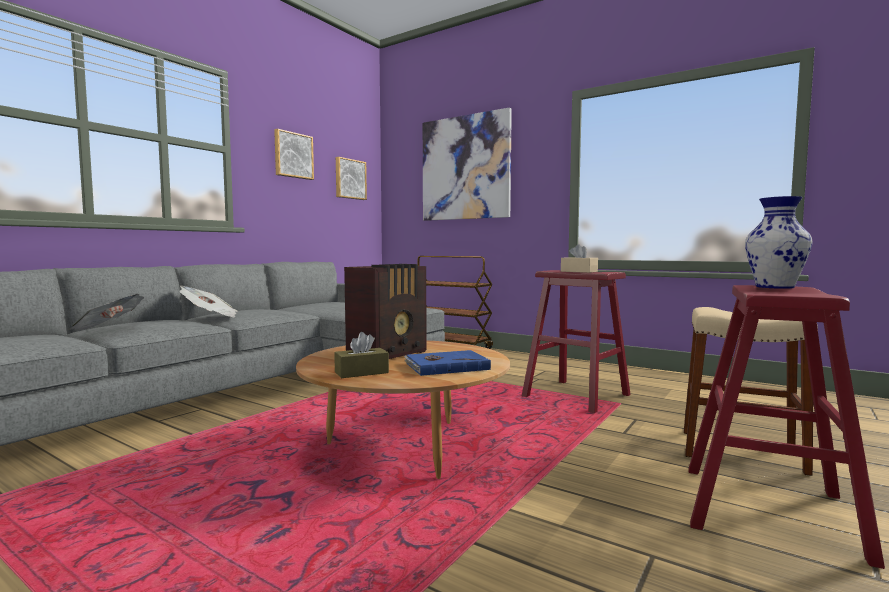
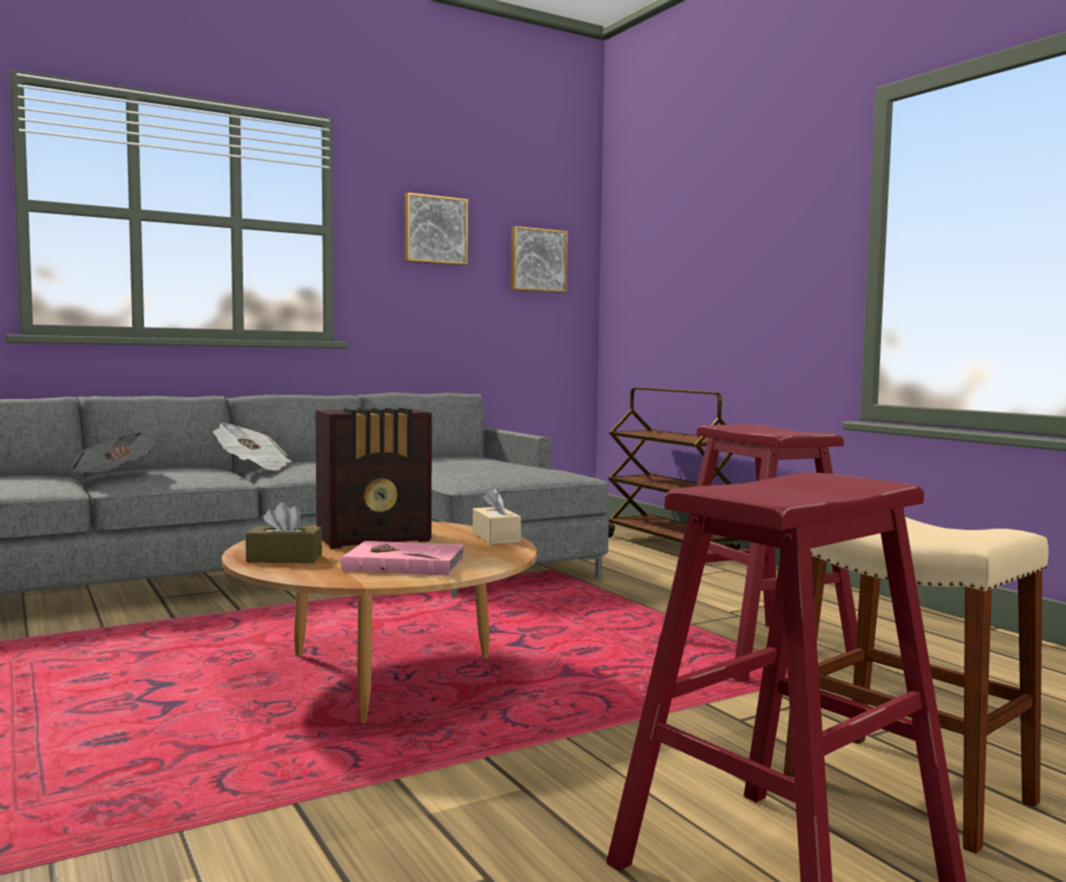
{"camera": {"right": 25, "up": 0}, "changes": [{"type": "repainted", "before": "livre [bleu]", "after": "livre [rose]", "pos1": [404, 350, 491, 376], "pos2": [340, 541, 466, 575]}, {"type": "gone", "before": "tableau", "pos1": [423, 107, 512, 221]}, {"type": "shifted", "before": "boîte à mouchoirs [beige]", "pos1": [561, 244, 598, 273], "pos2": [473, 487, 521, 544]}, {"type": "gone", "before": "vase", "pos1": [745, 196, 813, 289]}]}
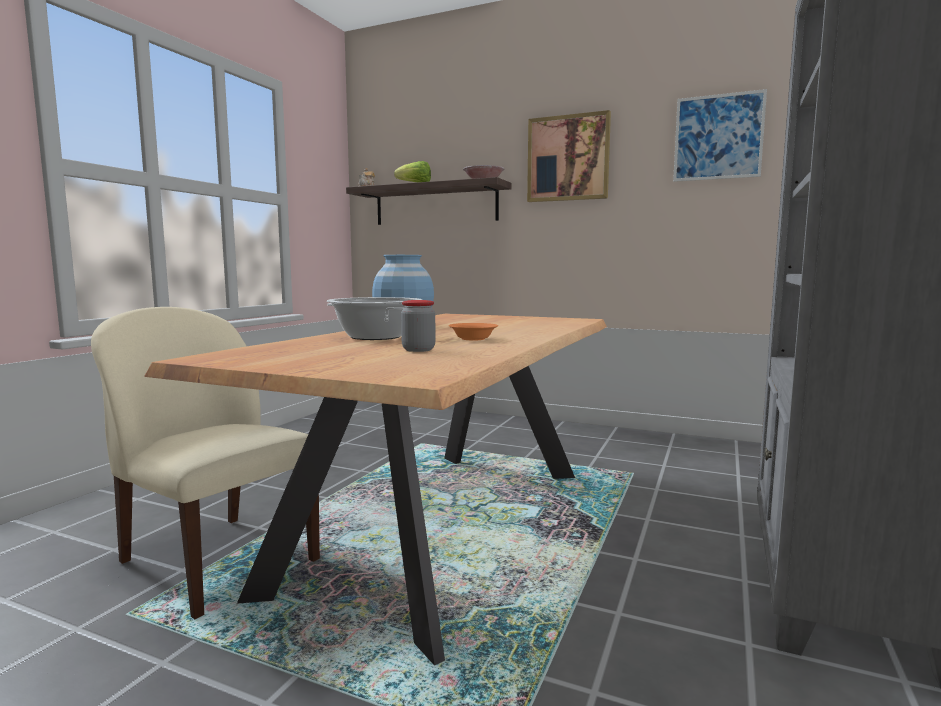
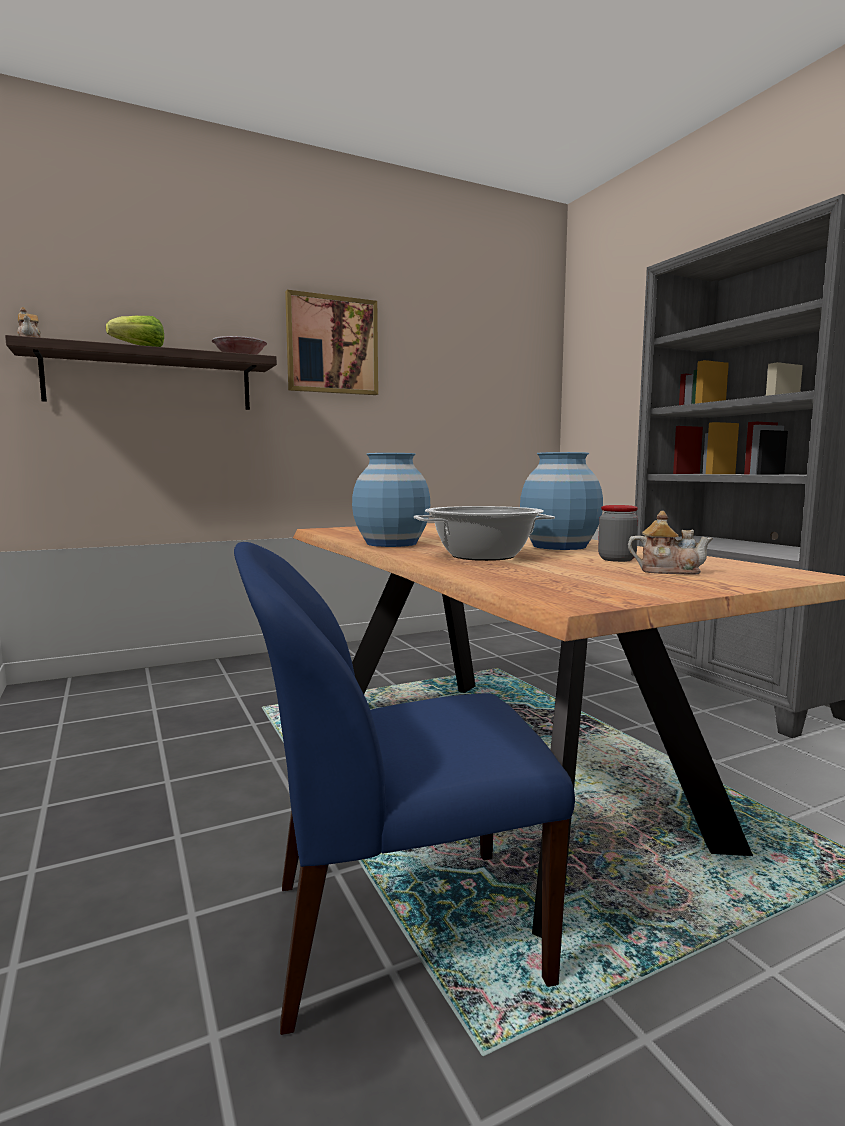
{"camera": {"right": -50, "up": 0}, "changes": [{"type": "repainted", "before": "chaise [beige]", "after": "chaise [bleu]", "pos1": [91, 307, 320, 619], "pos2": [234, 542, 575, 1035]}, {"type": "swapped", "before": "bol [orange]", "after": "vase [bleu]", "pos1": [449, 323, 498, 341], "pos2": [520, 452, 603, 550]}, {"type": "gone", "before": "tableau", "pos1": [673, 89, 767, 182]}, {"type": "new", "after": "théière", "pos2": [628, 511, 713, 575]}]}
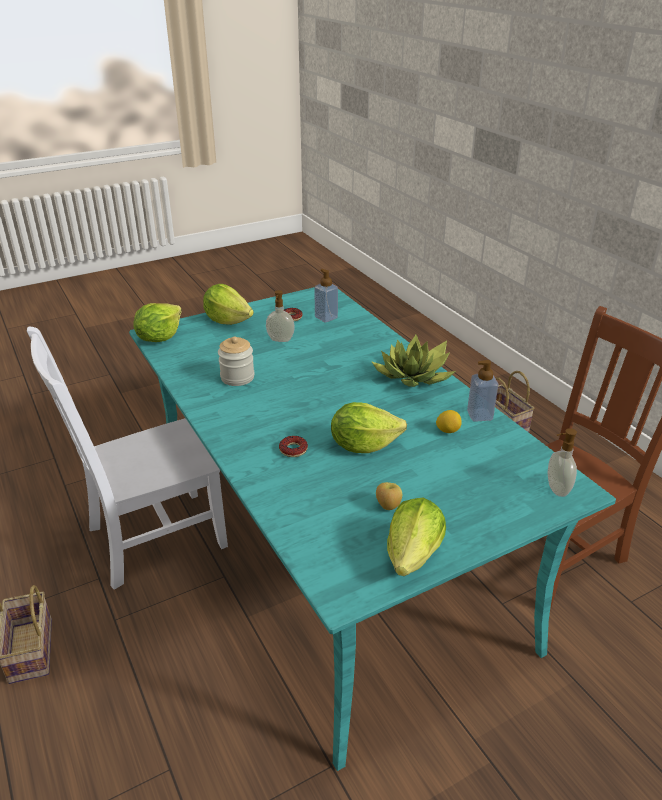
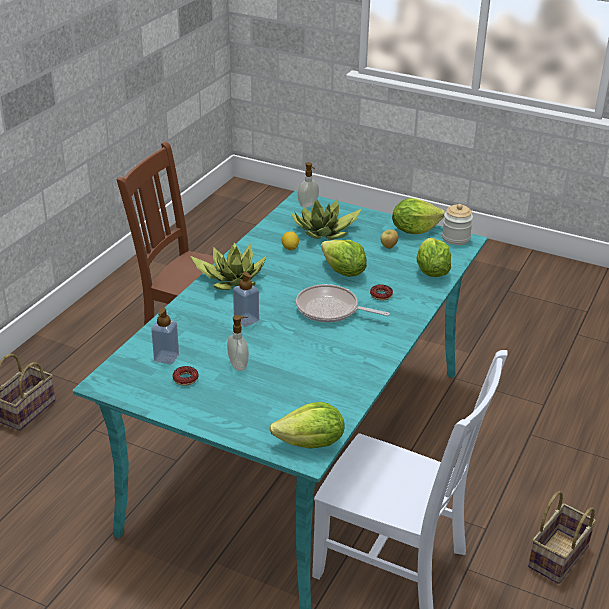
{"camera": {"right": -125, "up": 0}, "changes": [{"type": "shifted", "before": "laitue", "pos1": [203, 284, 254, 325], "pos2": [417, 238, 451, 277]}, {"type": "shifted", "before": "bocal", "pos1": [218, 336, 255, 386], "pos2": [442, 204, 473, 245]}, {"type": "shifted", "before": "distributeur de savon", "pos1": [467, 360, 499, 422], "pos2": [233, 272, 259, 327]}, {"type": "new", "after": "plante en pot", "pos2": [290, 199, 362, 240]}, {"type": "new", "after": "poêle", "pos2": [296, 284, 390, 323]}]}
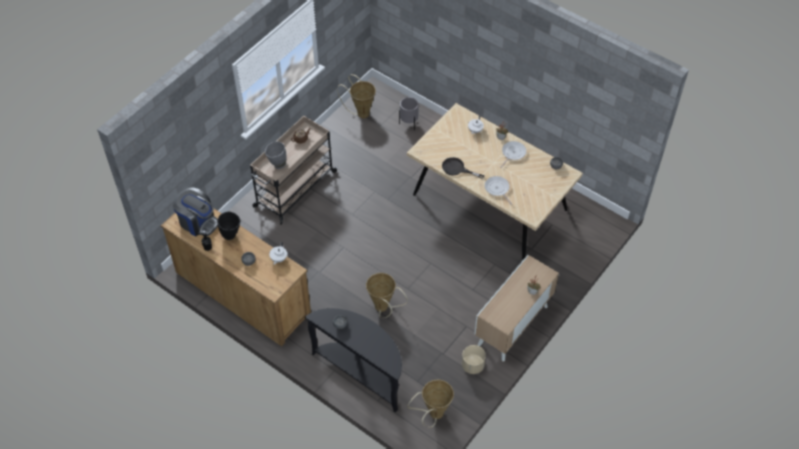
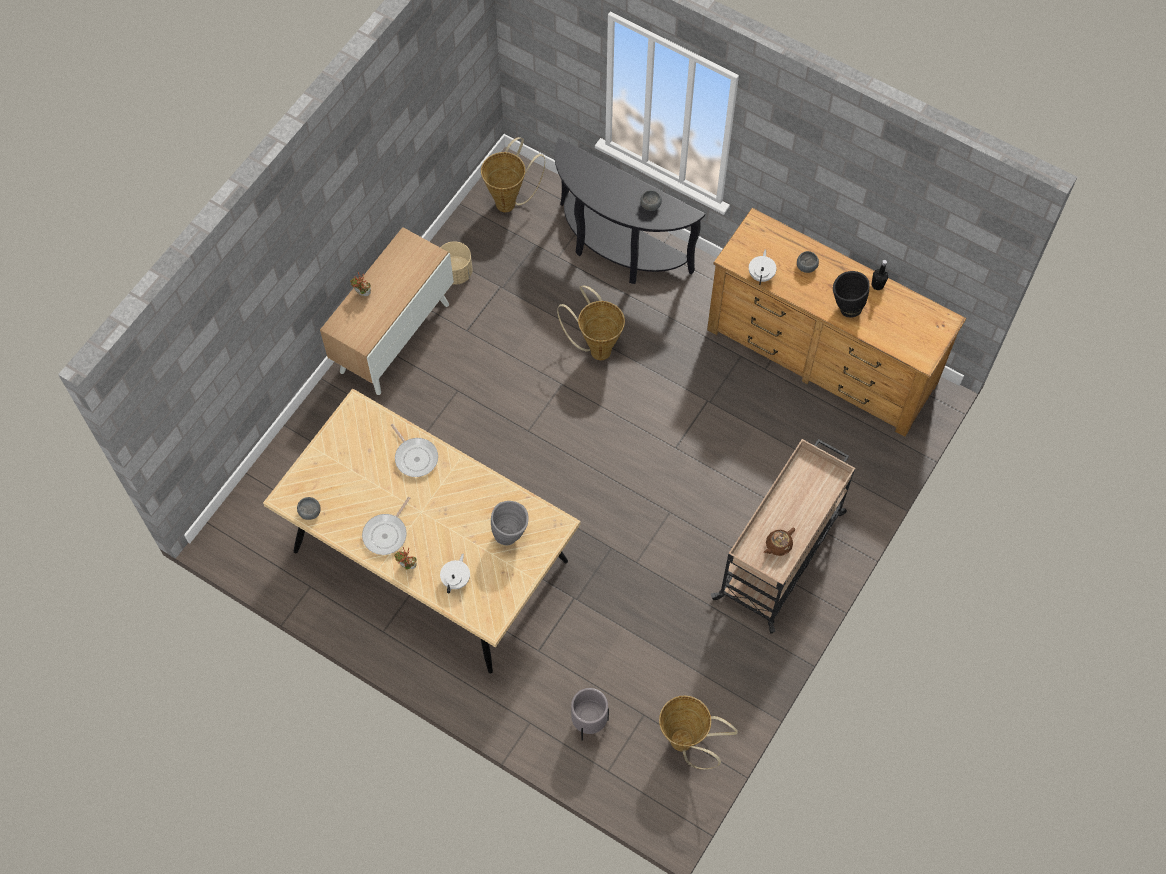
{"camera": {"right": 175, "up": 10}, "changes": [{"type": "gone", "before": "machine à café", "pos1": [173, 187, 218, 236]}, {"type": "shifted", "before": "vase [gris]", "pos1": [265, 141, 287, 169], "pos2": [491, 501, 529, 545]}, {"type": "gone", "before": "poêle [noir]", "pos1": [442, 157, 484, 179]}]}
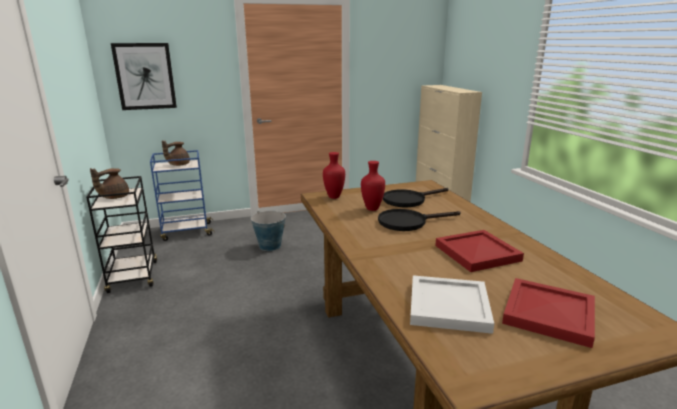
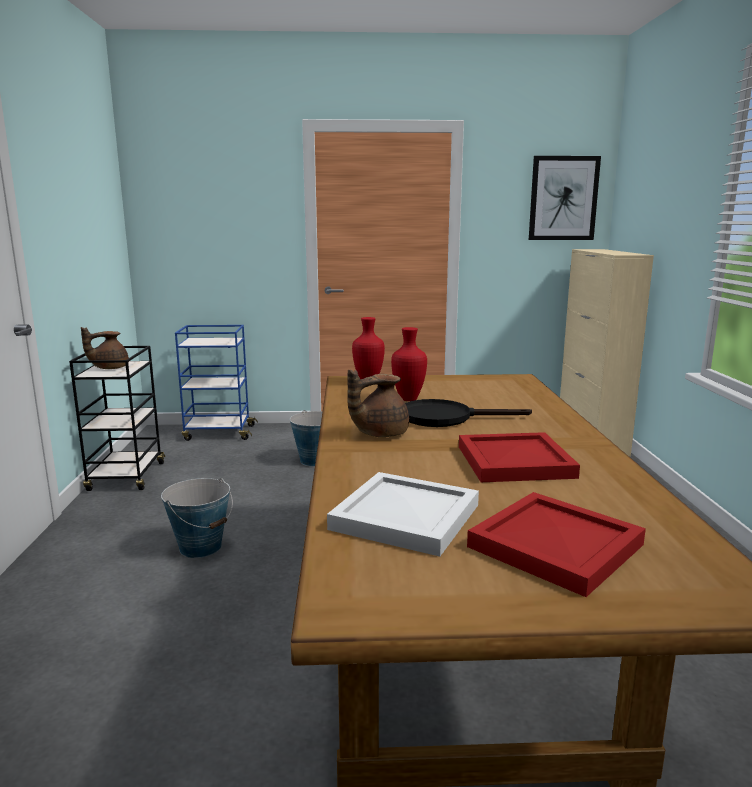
{"camera": {"right": 15, "up": -5}, "changes": [{"type": "shifted", "before": "tableau", "pos1": [111, 43, 177, 110], "pos2": [529, 156, 601, 240]}, {"type": "shifted", "before": "théière [marron]", "pos1": [162, 140, 190, 166], "pos2": [347, 370, 409, 437]}, {"type": "gone", "before": "poêle [noir]", "pos1": [383, 188, 448, 207]}, {"type": "new", "after": "seau", "pos2": [161, 478, 233, 558]}]}
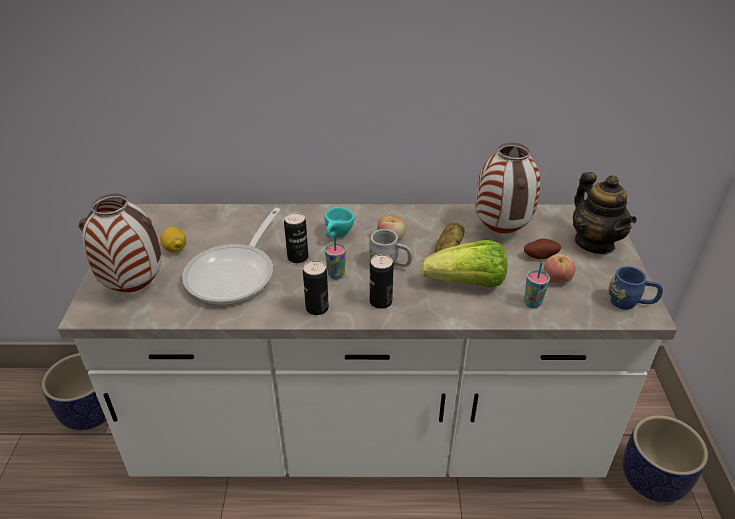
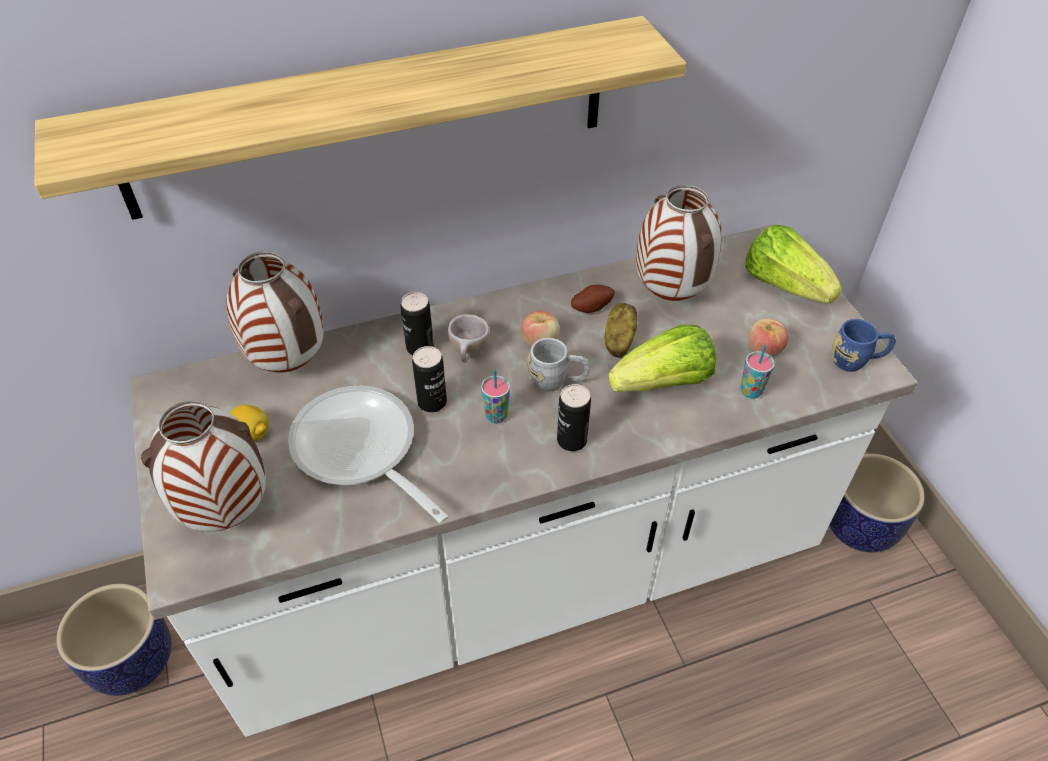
{"camera": {"right": -20, "up": 10}, "changes": [{"type": "rotated", "before": "poêle", "pos1": [182, 208, 281, 305], "pos2": [288, 386, 448, 523], "turn": 135}, {"type": "shifted", "before": "boîte métallique", "pos1": [303, 260, 329, 315], "pos2": [401, 292, 434, 355]}, {"type": "repainted", "before": "tasse [turquoise]", "after": "tasse [beige]", "pos1": [324, 207, 354, 238], "pos2": [448, 314, 489, 363]}, {"type": "shifted", "before": "pomme de terre", "pos1": [524, 239, 561, 259], "pos2": [571, 285, 615, 313]}, {"type": "swapped", "before": "théière", "after": "laitue", "pos1": [573, 172, 637, 254], "pos2": [745, 225, 842, 304]}, {"type": "new", "after": "étagère", "pos2": [34, 16, 686, 220]}, {"type": "new", "after": "vase", "pos2": [226, 251, 324, 372]}]}
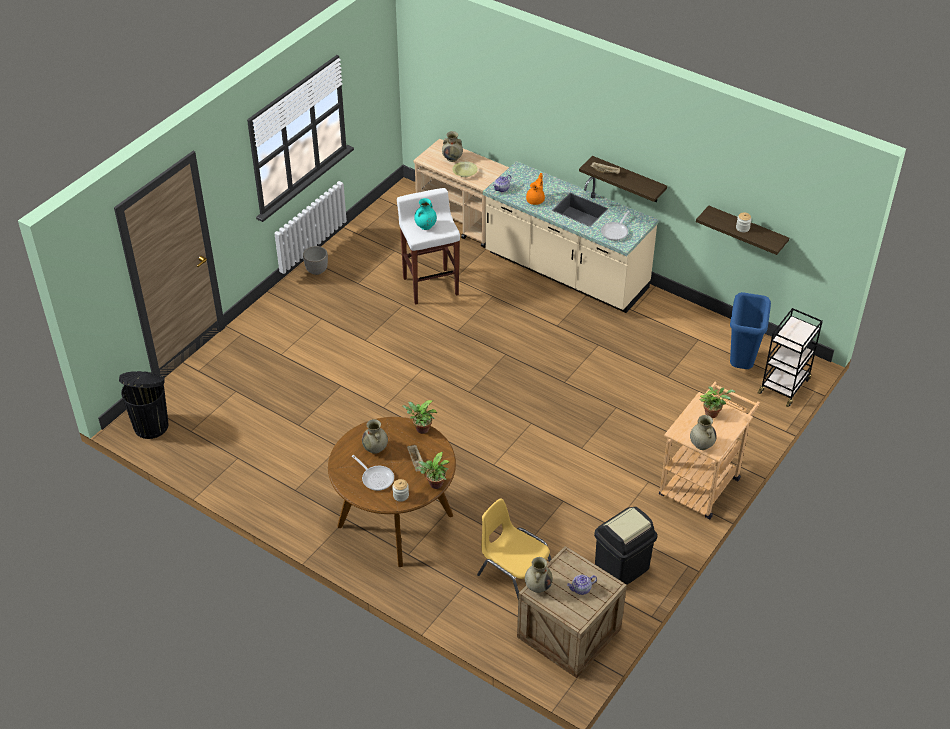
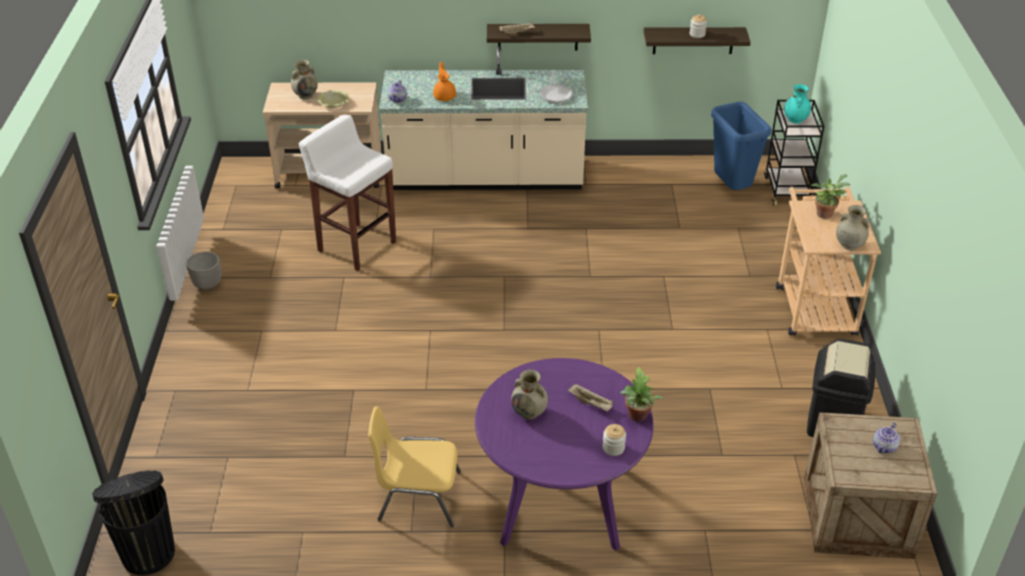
{"camera": {"right": -35, "up": -5}, "changes": [{"type": "repainted", "before": "table à manger [marron]", "after": "table à manger [violet]", "pos1": [328, 417, 456, 567], "pos2": [475, 358, 654, 551]}, {"type": "gone", "before": "poêle", "pos1": [352, 455, 394, 491]}, {"type": "gone", "before": "plante en pot", "pos1": [402, 400, 437, 434]}, {"type": "shifted", "before": "vase [turquoise]", "pos1": [414, 198, 437, 230], "pos2": [784, 84, 811, 124]}, {"type": "shifted", "before": "chaise [jaune]", "pos1": [477, 498, 551, 598], "pos2": [368, 406, 461, 527]}, {"type": "gone", "before": "vase [beige]", "pos1": [525, 557, 553, 593]}]}
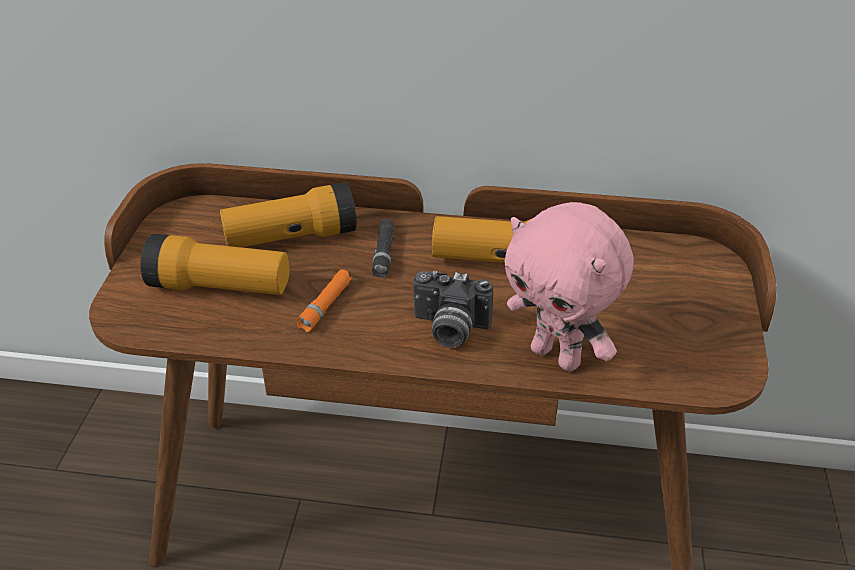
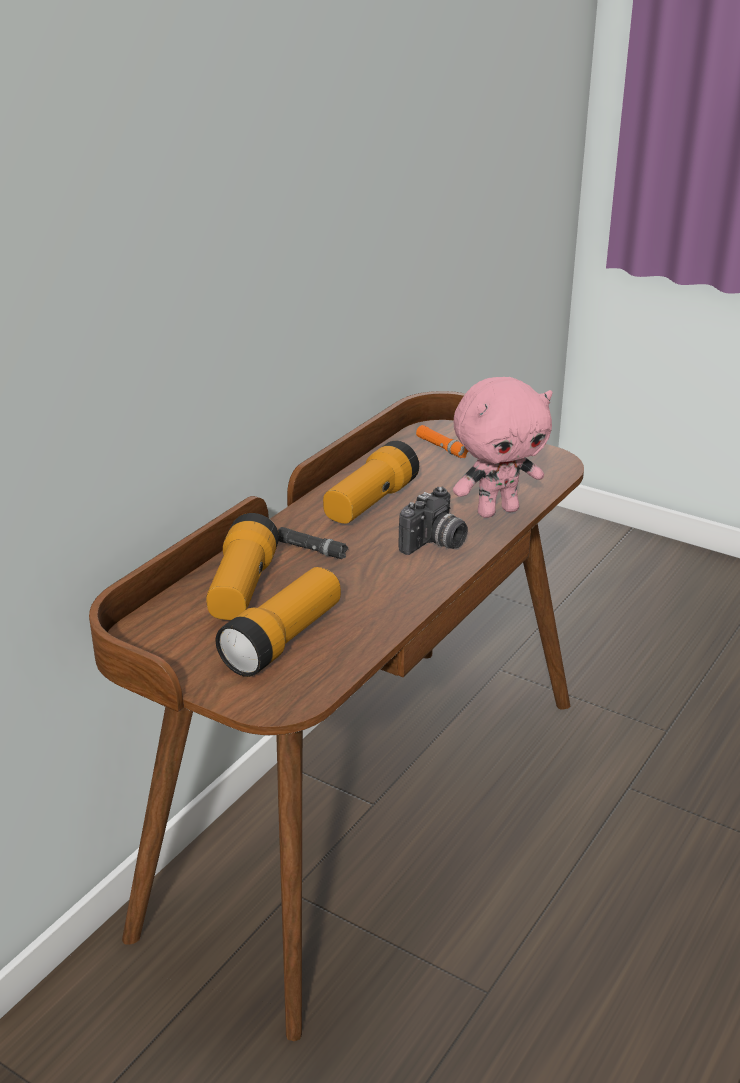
{"camera": {"right": -65, "up": -10}, "changes": [{"type": "shifted", "before": "lampe de poche [orange]", "pos1": [297, 270, 352, 332], "pos2": [416, 425, 469, 458]}]}
